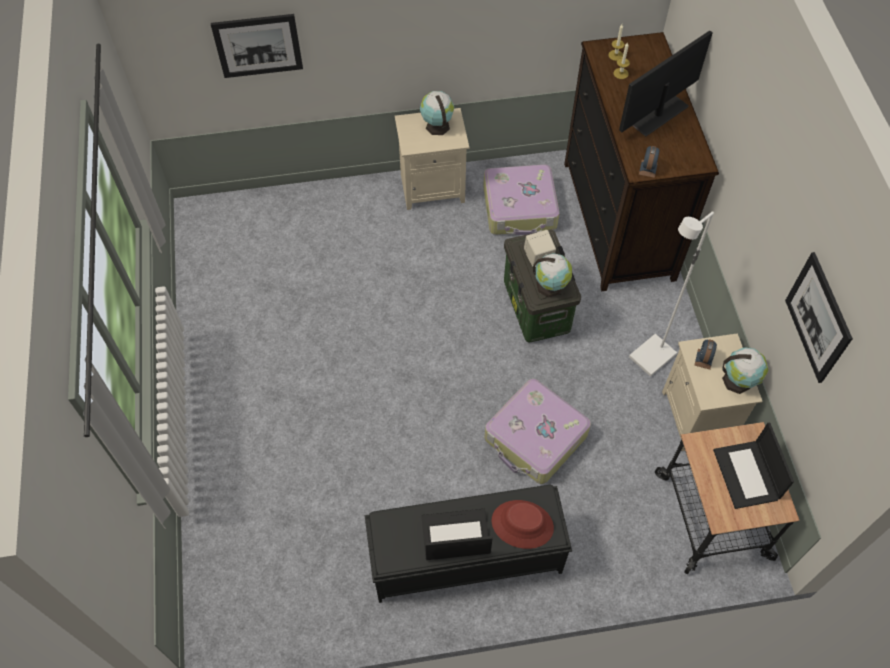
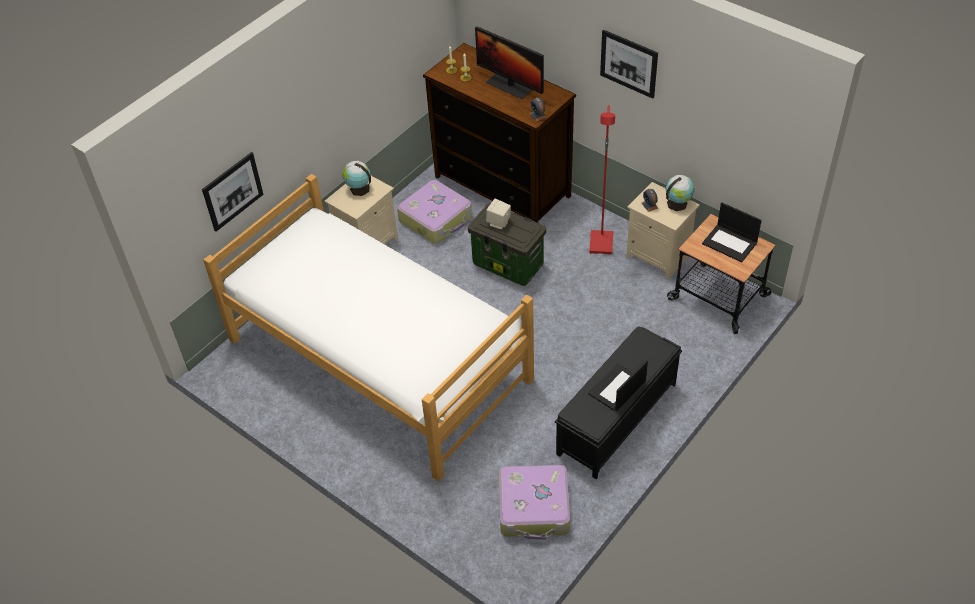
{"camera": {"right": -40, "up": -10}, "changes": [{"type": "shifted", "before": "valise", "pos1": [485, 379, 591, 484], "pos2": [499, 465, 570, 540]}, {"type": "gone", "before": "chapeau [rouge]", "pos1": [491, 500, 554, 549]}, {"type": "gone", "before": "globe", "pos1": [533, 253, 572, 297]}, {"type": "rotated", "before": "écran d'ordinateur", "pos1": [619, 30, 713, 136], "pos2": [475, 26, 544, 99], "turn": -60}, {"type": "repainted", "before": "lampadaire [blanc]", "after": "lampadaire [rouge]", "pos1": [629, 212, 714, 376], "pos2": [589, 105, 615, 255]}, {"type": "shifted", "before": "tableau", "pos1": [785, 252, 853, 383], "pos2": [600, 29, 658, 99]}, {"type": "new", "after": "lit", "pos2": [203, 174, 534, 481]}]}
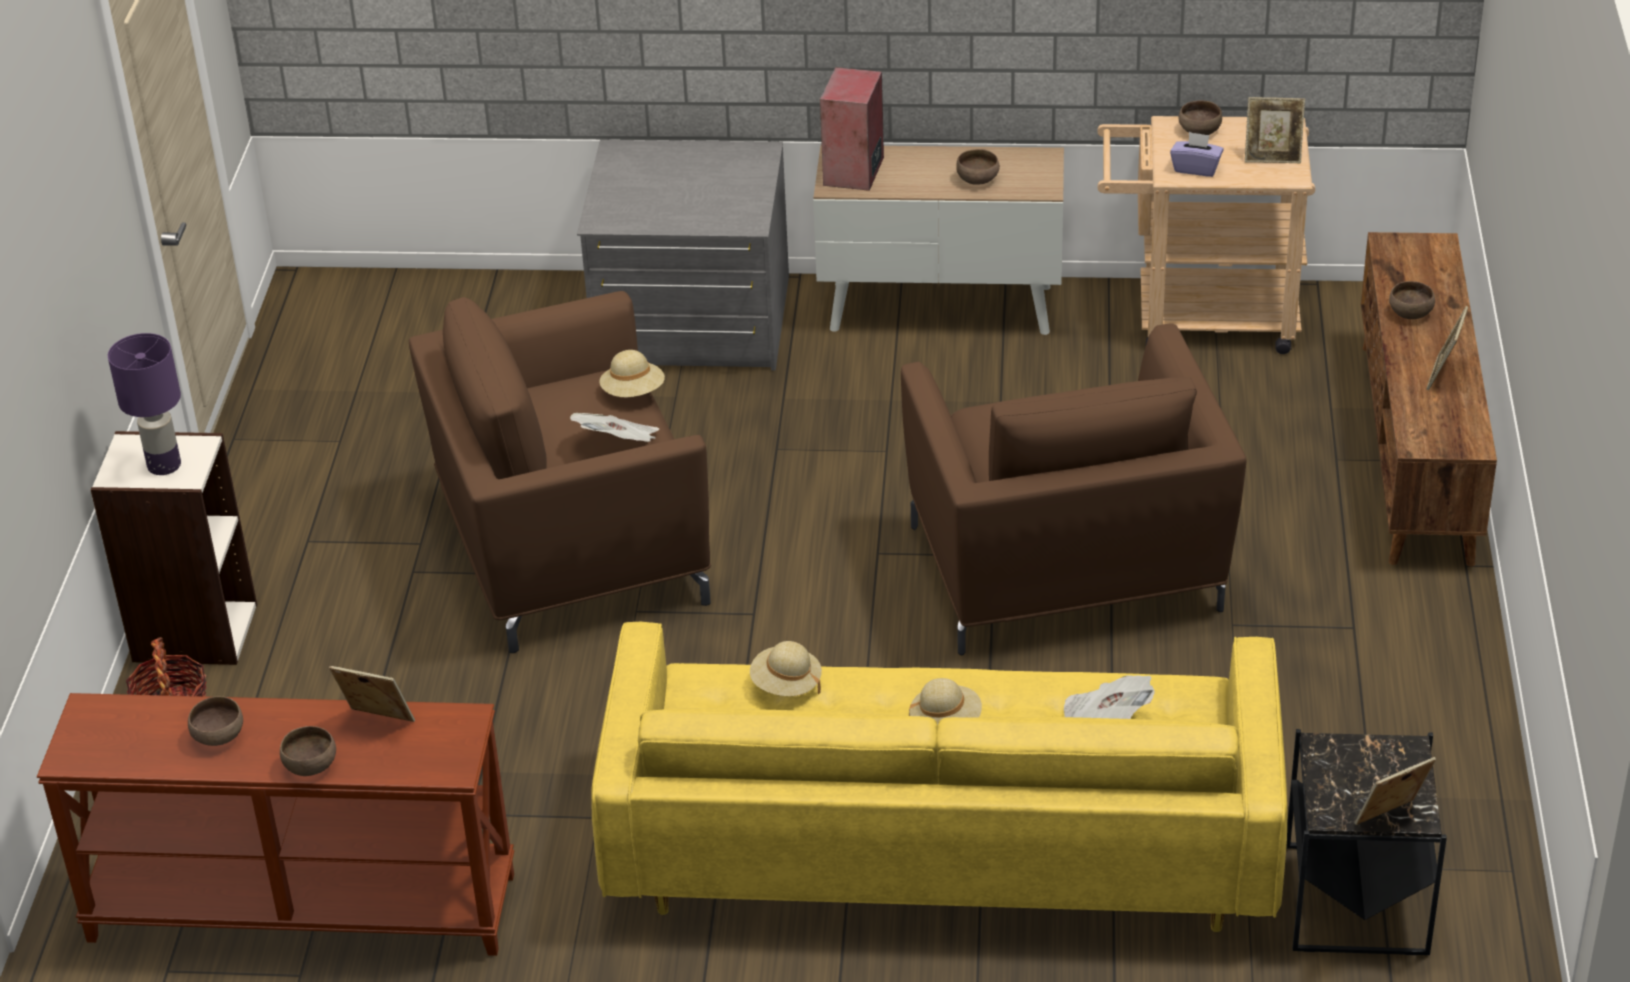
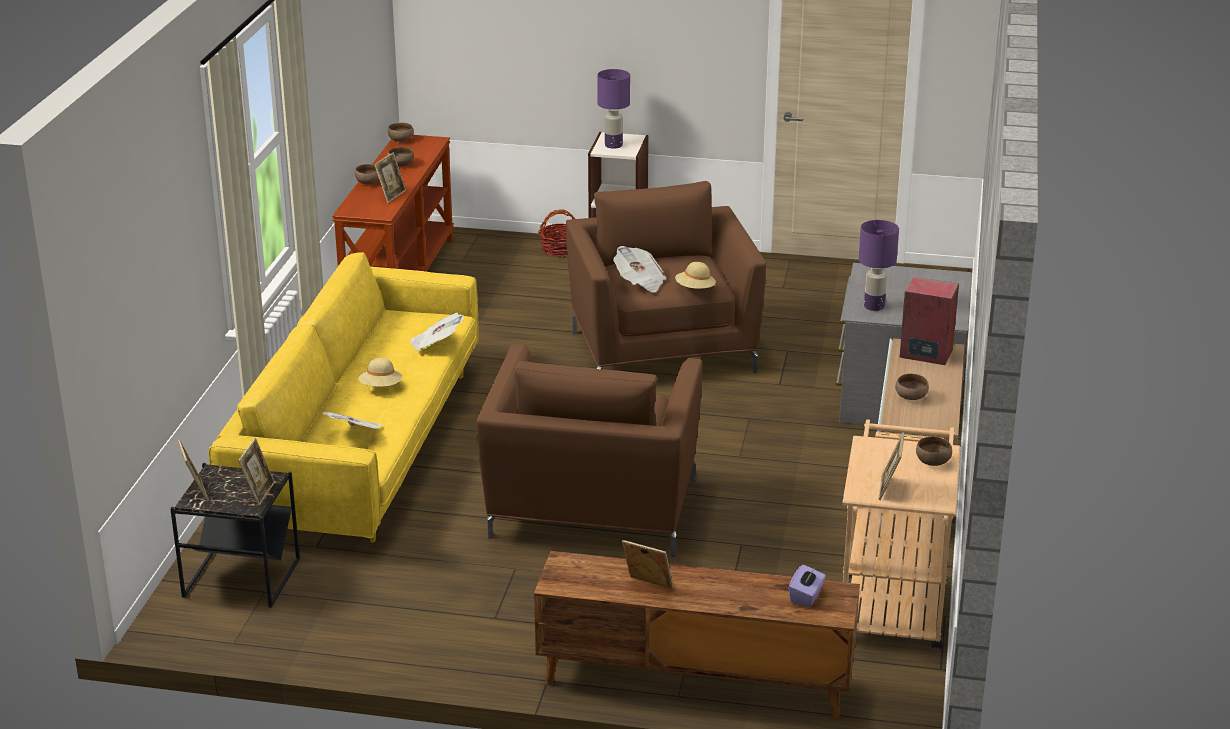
{"camera": {"right": 95, "up": -10}, "changes": [{"type": "swapped", "before": "chapeau [beige]", "after": "journal", "pos1": [750, 641, 822, 696], "pos2": [410, 313, 464, 351]}, {"type": "rotated", "before": "fauteuil [marron]", "pos1": [901, 323, 1247, 655], "pos2": [476, 344, 703, 557], "turn": -75}, {"type": "shifted", "before": "boîte à mouchoirs [violet]", "pos1": [1170, 132, 1224, 177], "pos2": [788, 565, 826, 607]}, {"type": "shifted", "before": "bol [marron]", "pos1": [1389, 281, 1435, 319], "pos2": [388, 123, 414, 142]}, {"type": "new", "after": "cadre photo", "pos2": [238, 438, 275, 506]}, {"type": "new", "after": "lampe de table [violet]", "pos2": [859, 220, 899, 311]}]}
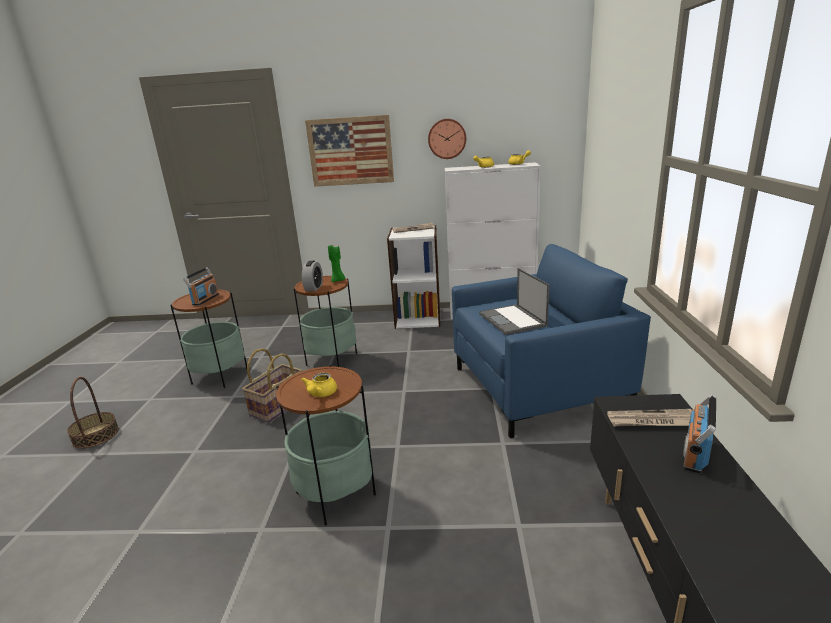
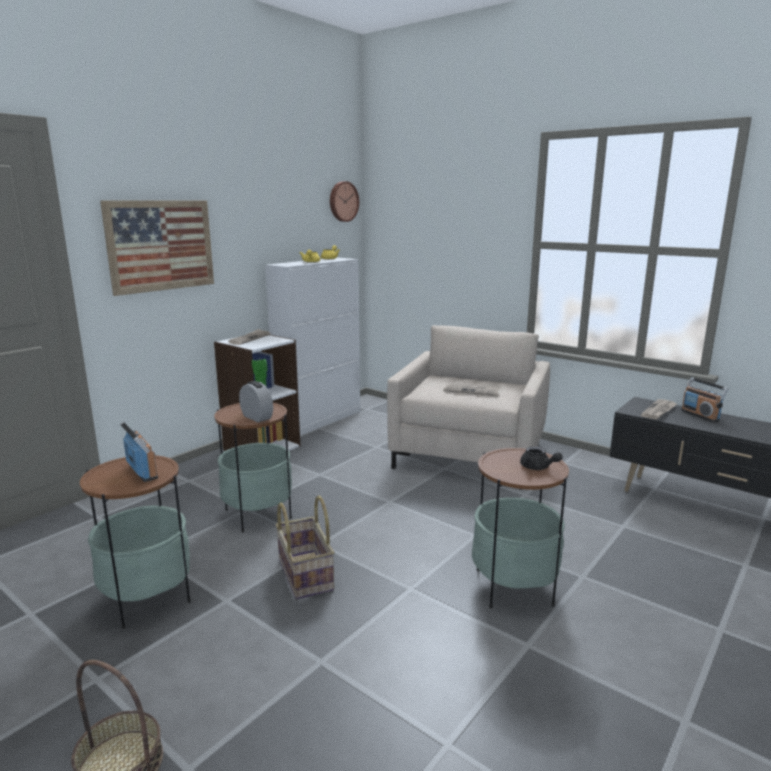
{"camera": {"right": -55, "up": -5}, "changes": [{"type": "repainted", "before": "théière [jaune]", "after": "théière [noir]", "pos1": [301, 373, 337, 397], "pos2": [520, 446, 563, 470]}, {"type": "shifted", "before": "horloge murale", "pos1": [428, 119, 466, 159], "pos2": [330, 181, 359, 222]}, {"type": "repainted", "before": "fauteuil [bleu]", "after": "fauteuil [beige]", "pos1": [452, 244, 651, 438], "pos2": [387, 325, 550, 490]}, {"type": "swapped", "before": "ordinateur portable", "after": "journal", "pos1": [479, 268, 550, 335], "pos2": [443, 384, 501, 396]}]}
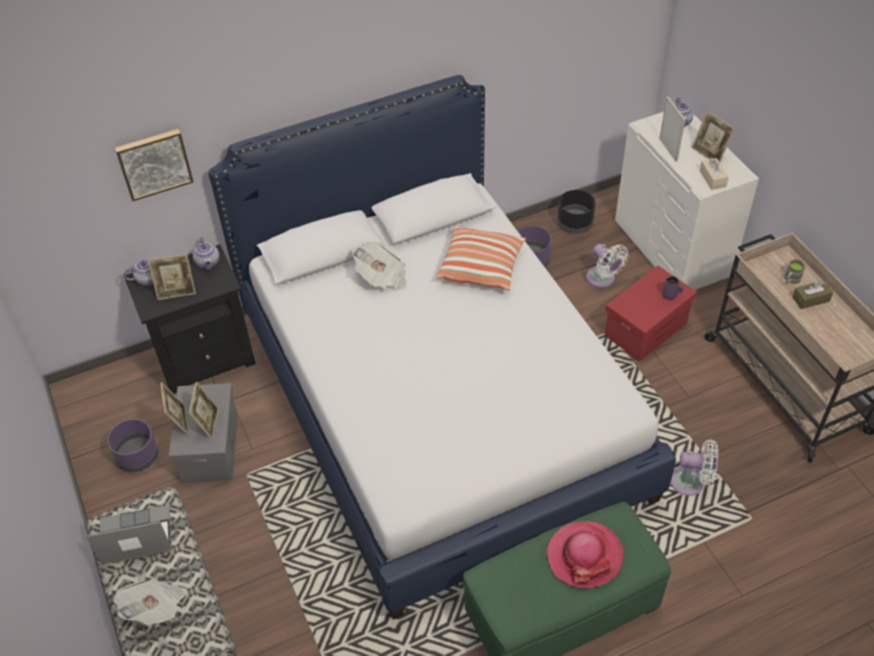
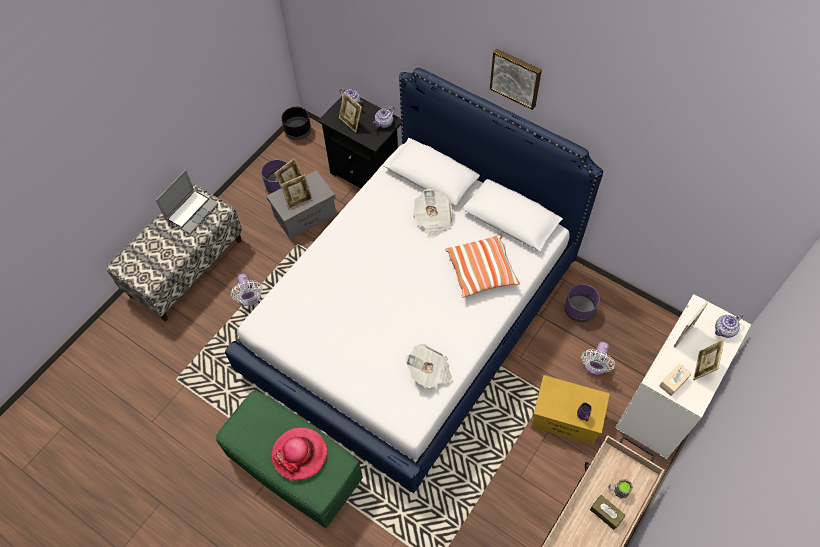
{"camera": {"right": 60, "up": 10}, "changes": [{"type": "rotated", "before": "ordinateur portable", "pos1": [86, 505, 172, 565], "pos2": [156, 170, 218, 234], "turn": 75}, {"type": "shifted", "before": "journal", "pos1": [113, 577, 188, 625], "pos2": [406, 344, 453, 389]}, {"type": "shifted", "before": "tableau", "pos1": [115, 129, 193, 201], "pos2": [490, 49, 542, 110]}, {"type": "shifted", "before": "cache-pot [noir]", "pos1": [557, 190, 596, 234], "pos2": [282, 107, 311, 140]}, {"type": "repainted", "before": "boîte de rangement [rouge]", "after": "boîte de rangement [jaune]", "pos1": [605, 266, 697, 362], "pos2": [531, 375, 610, 445]}, {"type": "shifted", "before": "ventilateur [blanc]", "pos1": [671, 439, 718, 496], "pos2": [231, 274, 263, 306]}]}
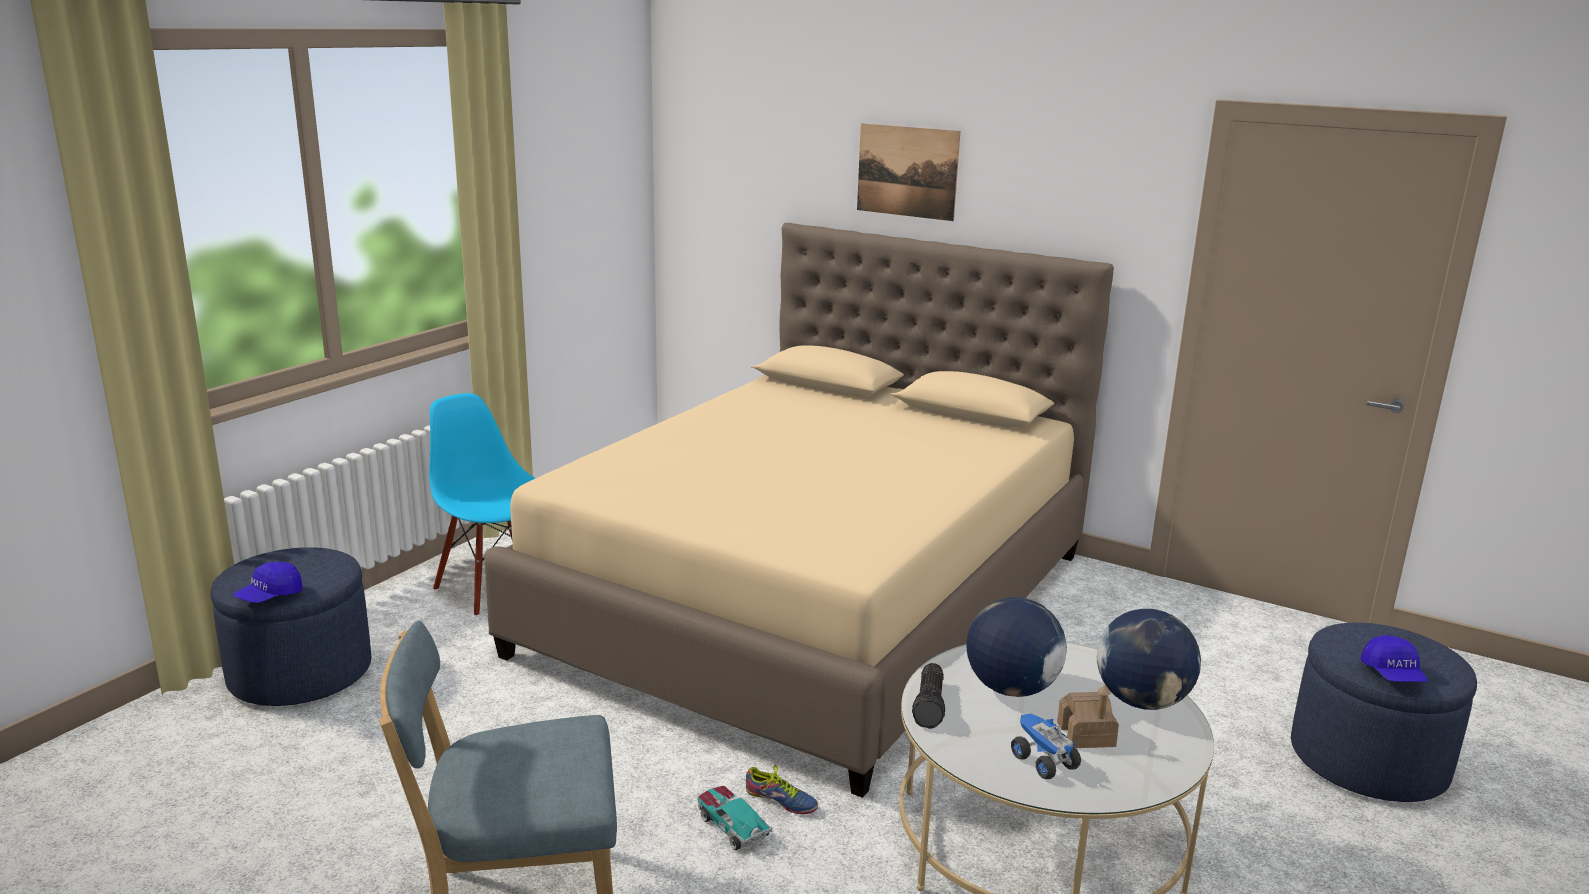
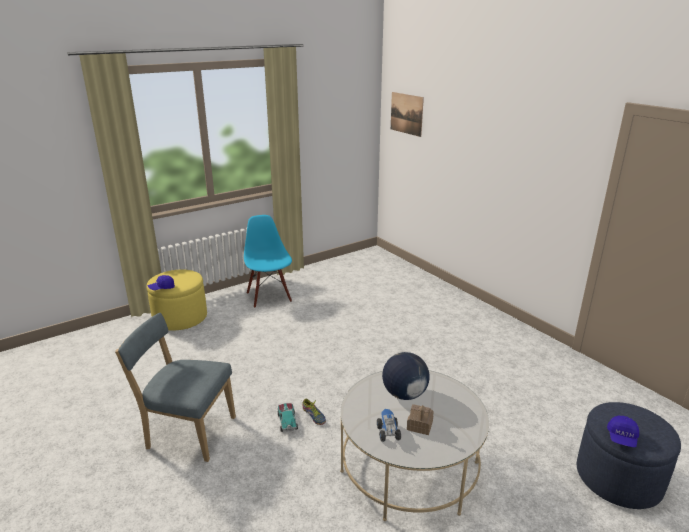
{"camera": {"right": 25, "up": 5}, "changes": [{"type": "repainted", "before": "pouf [bleu]", "after": "pouf [jaune]", "pos1": [210, 547, 371, 706], "pos2": [146, 270, 207, 331]}, {"type": "gone", "before": "lit [beige]", "pos1": [484, 223, 1114, 798]}, {"type": "shifted", "before": "tableau", "pos1": [857, 123, 960, 221], "pos2": [391, 92, 424, 137]}, {"type": "gone", "before": "lampe de poche", "pos1": [912, 663, 945, 729]}, {"type": "gone", "before": "globe", "pos1": [1097, 609, 1201, 710]}]}
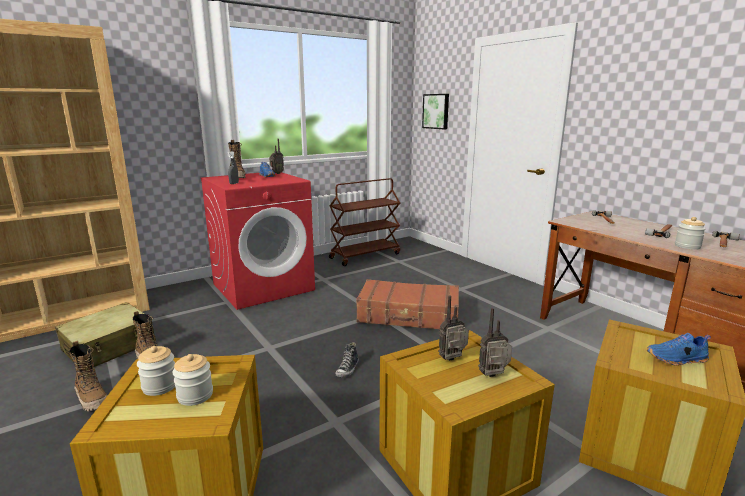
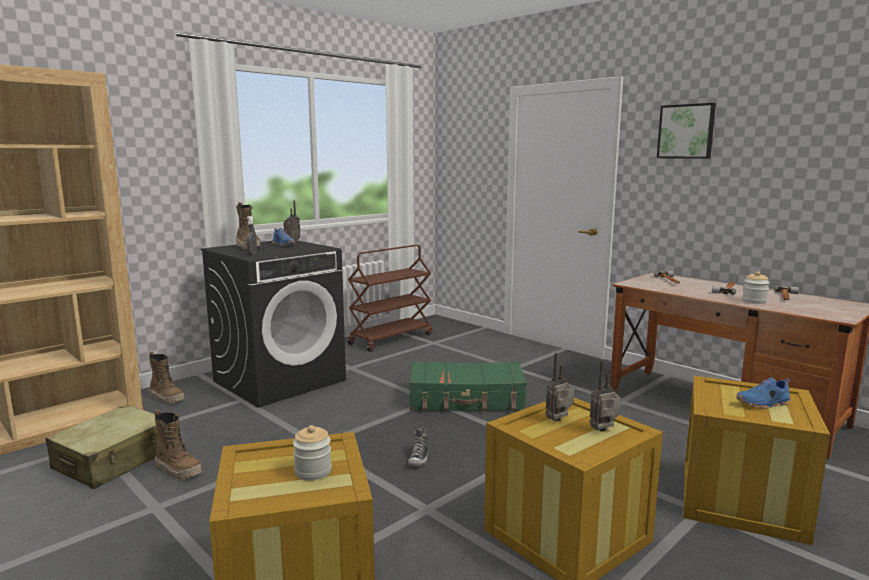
{"camera": {"right": -10, "up": -5}, "changes": [{"type": "shifted", "before": "botte", "pos1": [69, 341, 107, 411], "pos2": [149, 352, 185, 404]}, {"type": "gone", "before": "bocal", "pos1": [137, 346, 175, 396]}, {"type": "repainted", "before": "lave-linge [rouge]", "after": "lave-linge [noir]", "pos1": [201, 172, 315, 310], "pos2": [201, 240, 346, 408]}, {"type": "repainted", "before": "valise [marron]", "after": "valise [vert]", "pos1": [356, 279, 459, 329], "pos2": [409, 361, 527, 411]}, {"type": "shifted", "before": "tableau", "pos1": [422, 94, 449, 129], "pos2": [657, 103, 716, 159]}]}
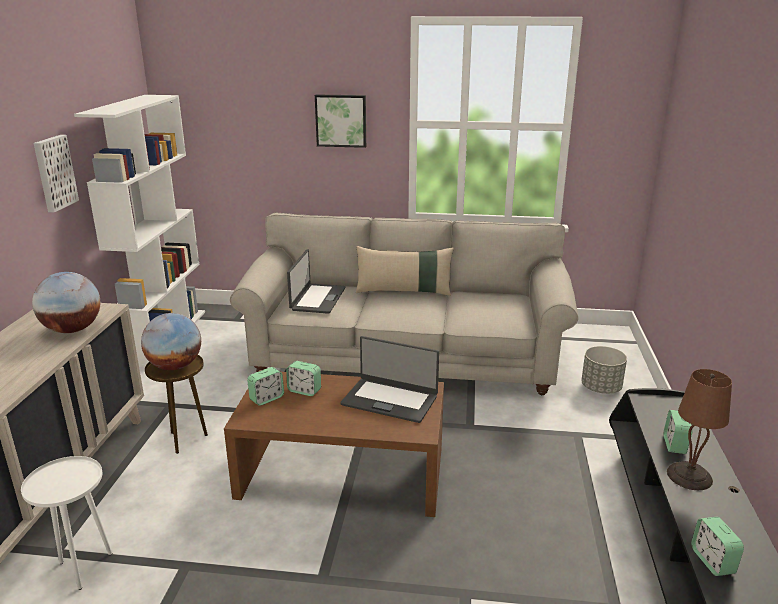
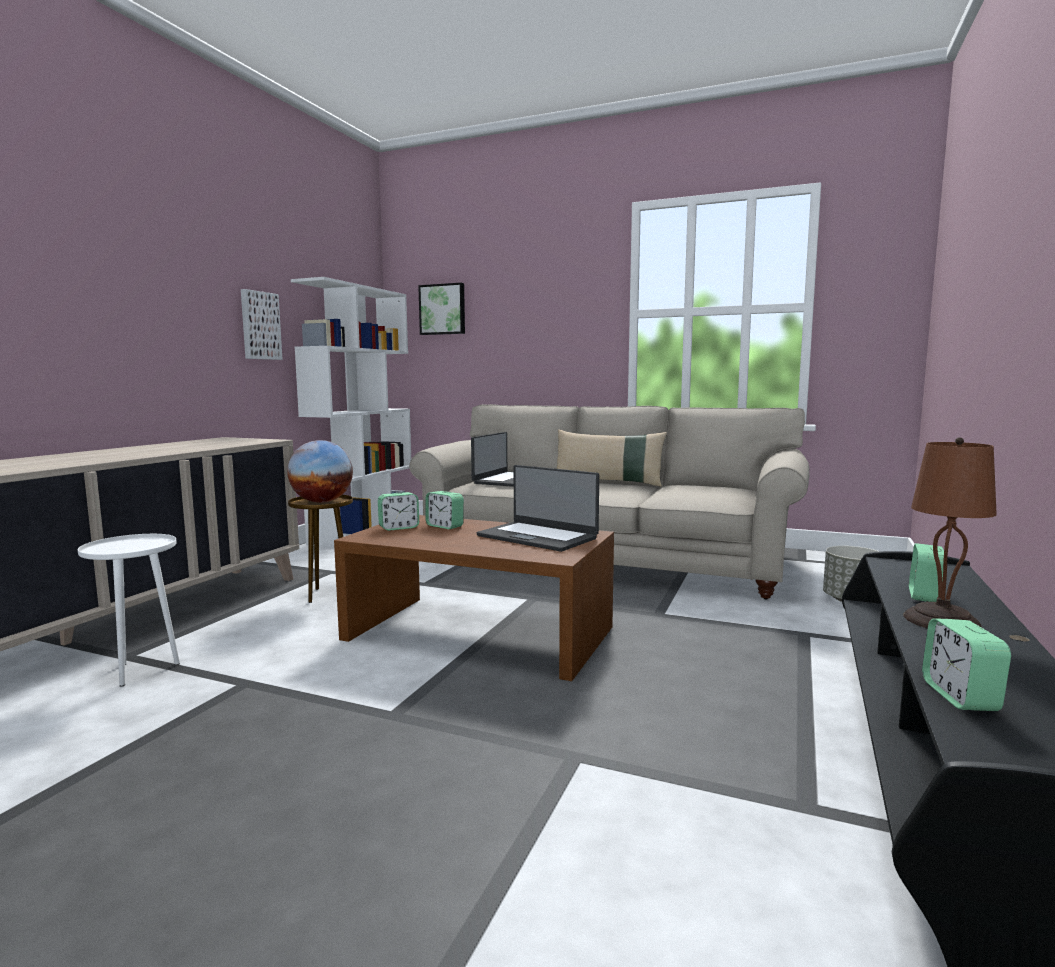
{"camera": {"right": 15, "up": -15}, "changes": [{"type": "gone", "before": "globe", "pos1": [32, 272, 100, 333]}, {"type": "shifted", "before": "tableau", "pos1": [315, 94, 366, 148], "pos2": [418, 283, 465, 335]}]}
